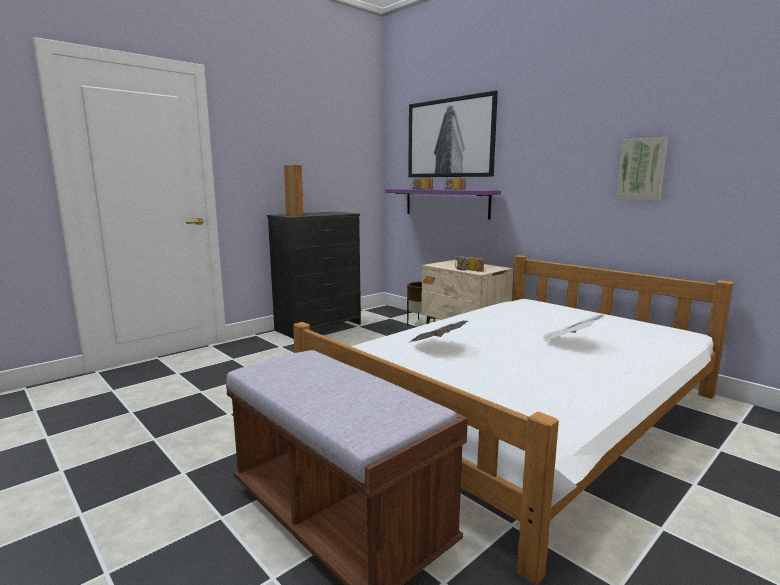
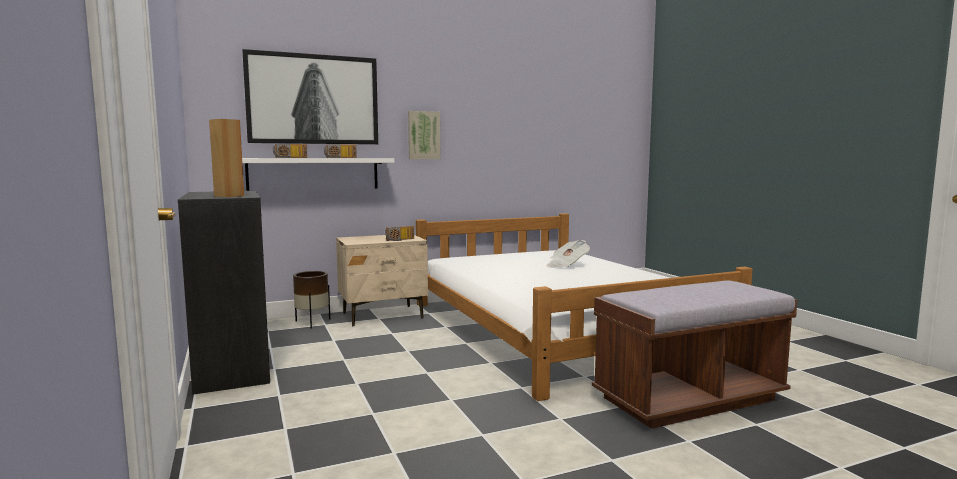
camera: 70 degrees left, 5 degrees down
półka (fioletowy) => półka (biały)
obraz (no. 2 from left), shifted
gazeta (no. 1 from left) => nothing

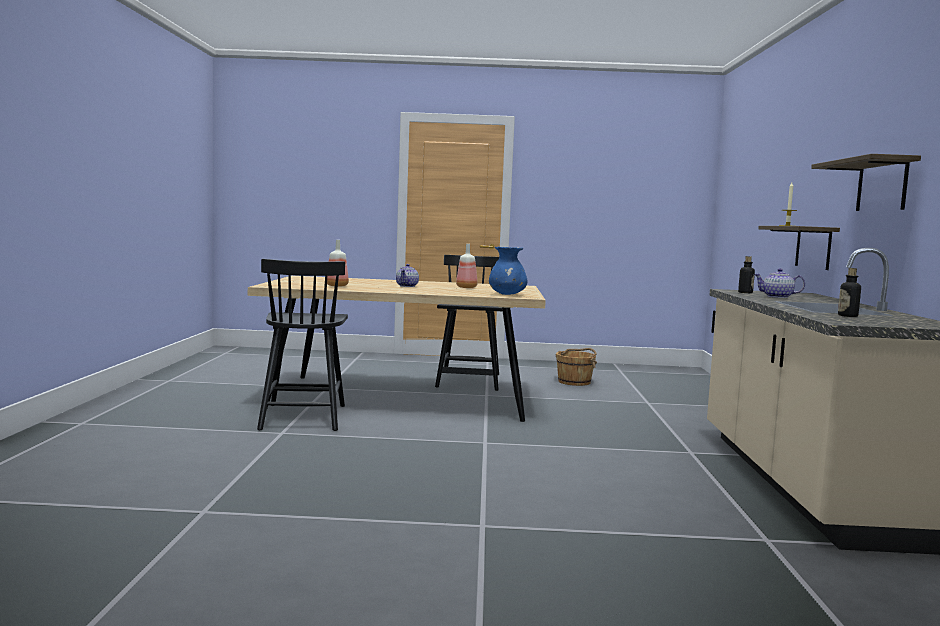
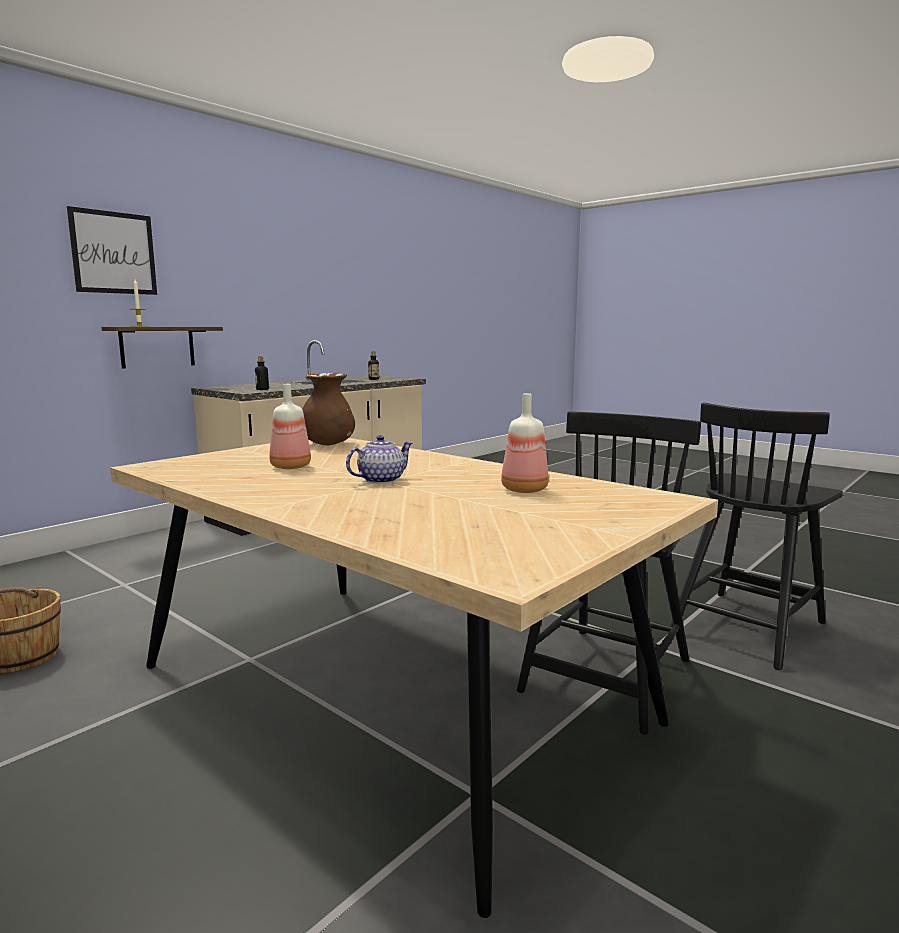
camera: 140 degrees left, 5 degrees up
nothing => obraz
wazon (niebieski) => wazon (brązowy)
krzesło (czarny) (no. 2 from left), shifted
imbryk (no. 2 from left) => nothing
półka (no. 2 from left) => nothing

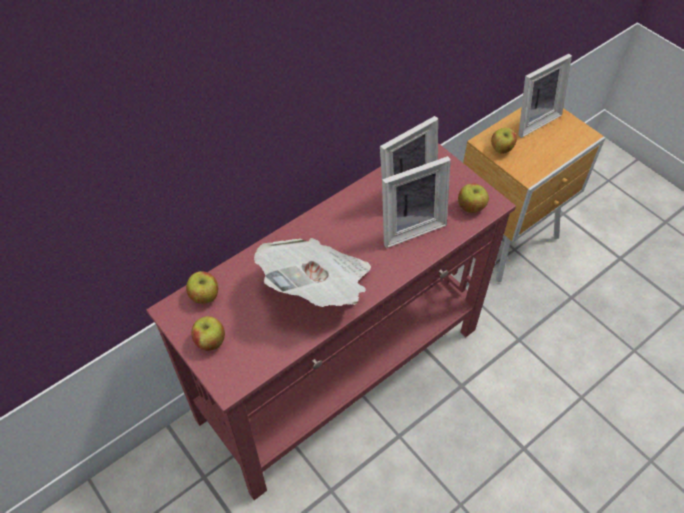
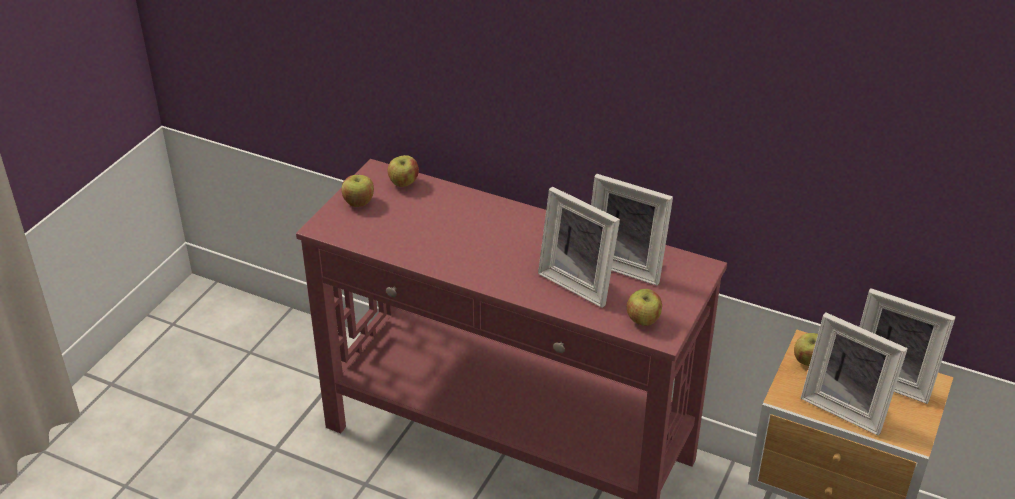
camera: 65 degrees right, 15 degrees down
nothing => ramka na zdjęcie (no. 3 from left)
gazeta => nothing

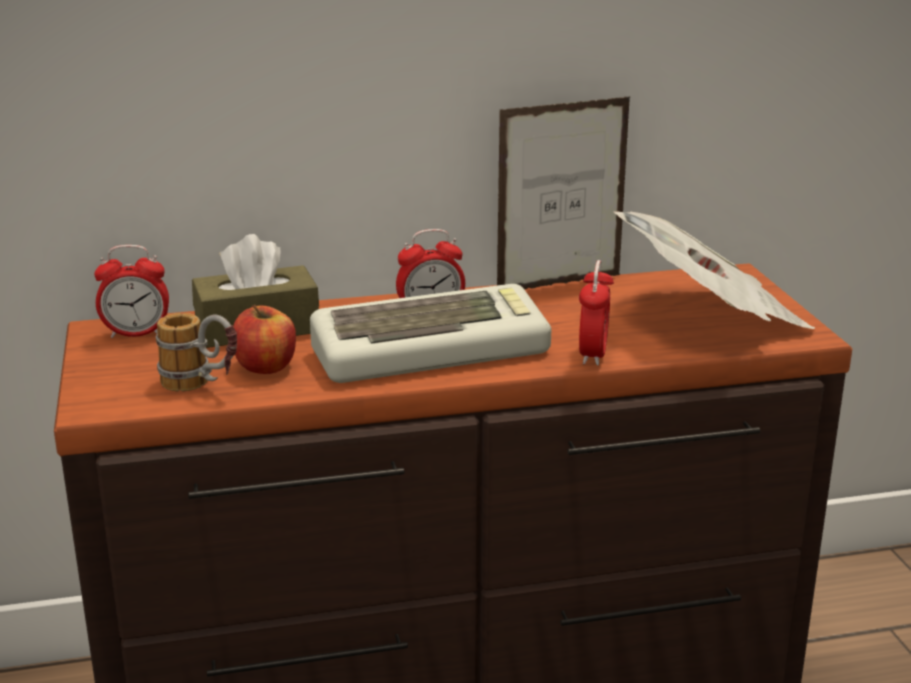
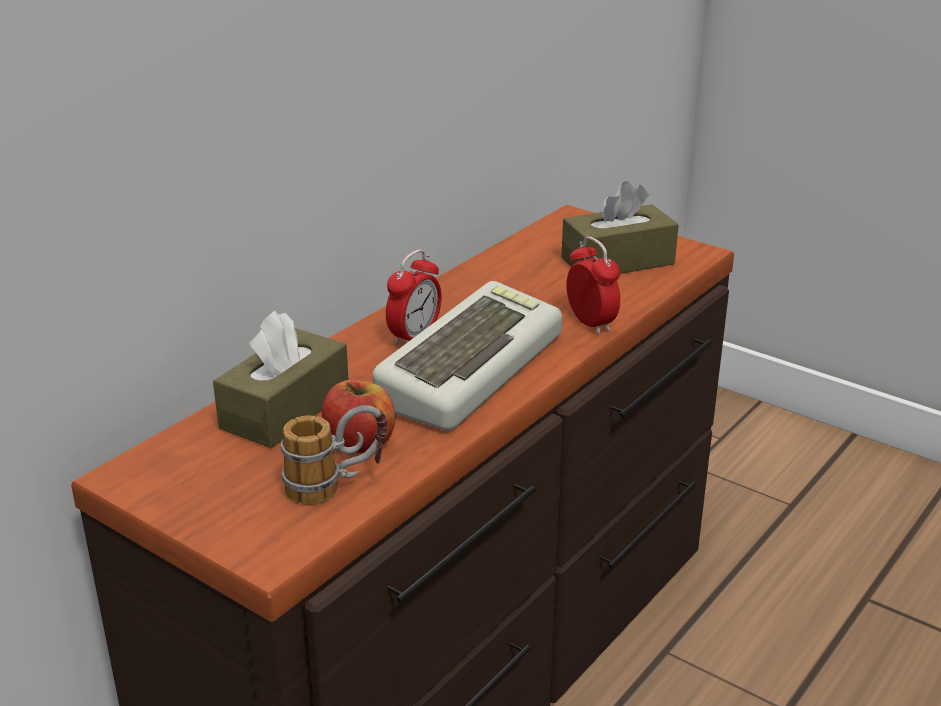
camera: 40 degrees left, 5 degrees up
gazeta => pudełko chusteczek (brązowy) (no. 2 from left)
budzik (no. 1 from left) => nothing
ramka na zdjęcie => nothing

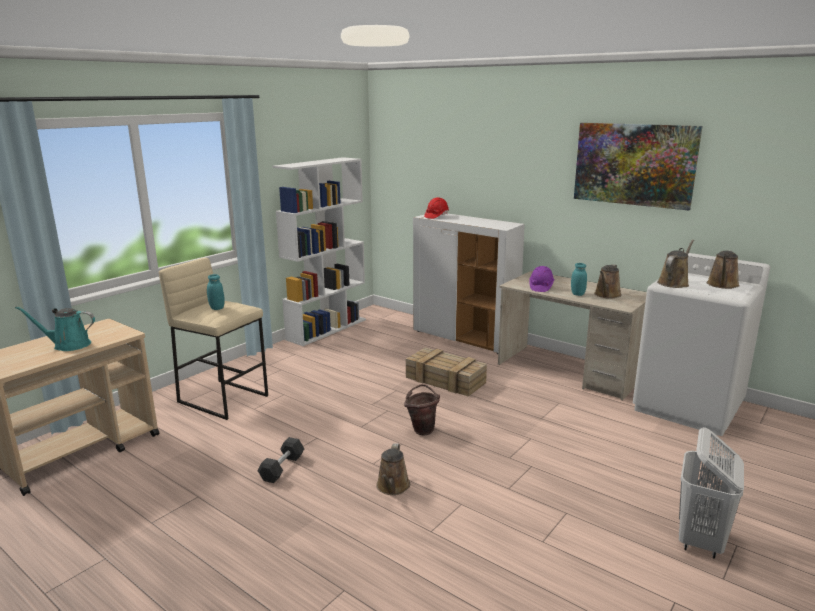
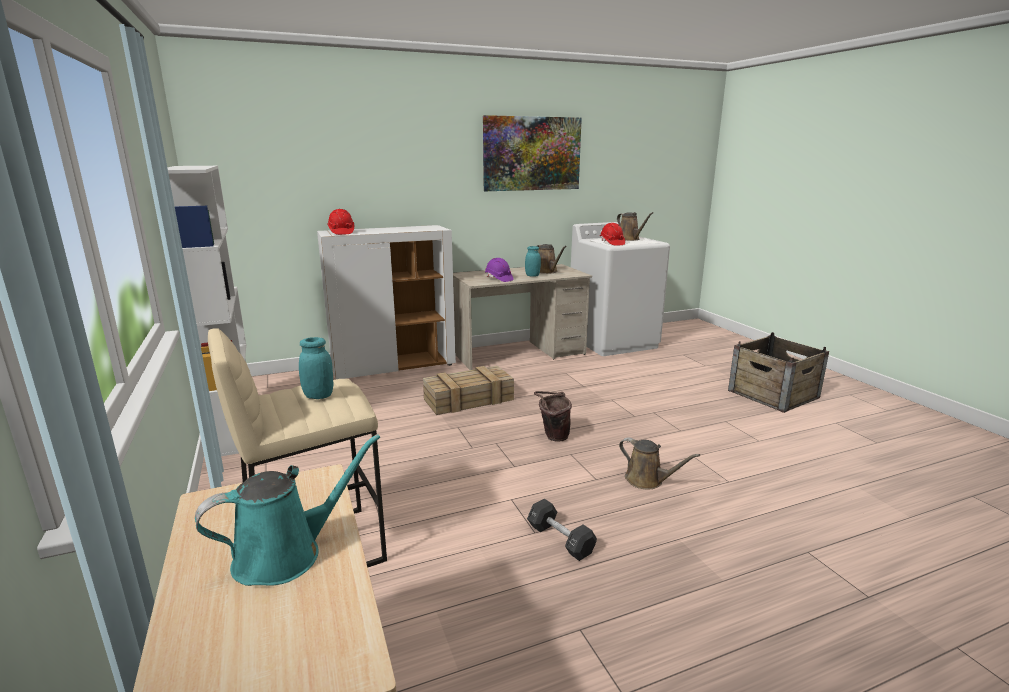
camera: 60 degrees left, 0 degrees up
konewka (turkusowy), 150 degrees counterclockwise
konewka (brązowy) (no. 3 from left) => kask (czerwony) (no. 2 from left)
kosz na pranie (biały) => skrzynka (no. 2 from left)

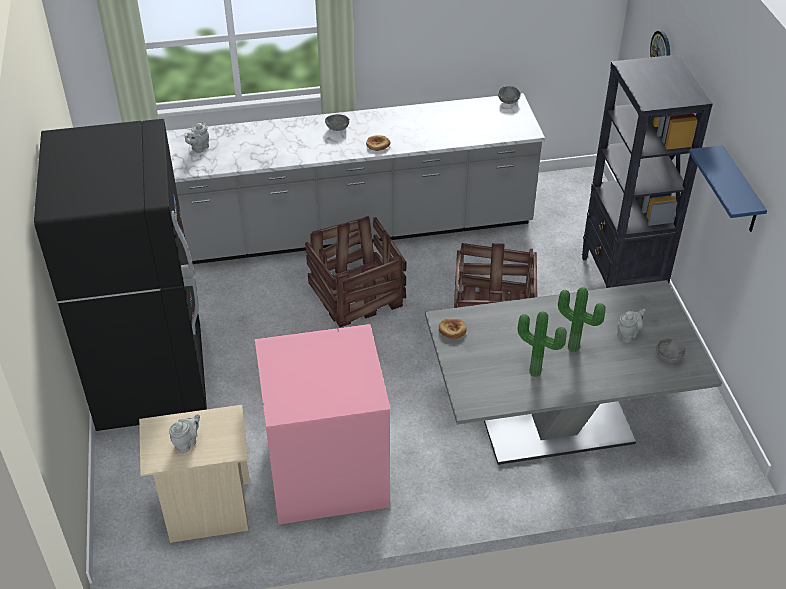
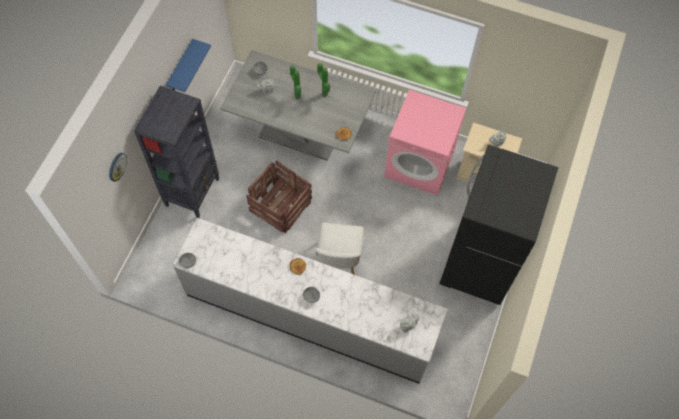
camera: 150 degrees left, 20 degrees up
skrzynka (no. 1 from left) => krzesło (biały)

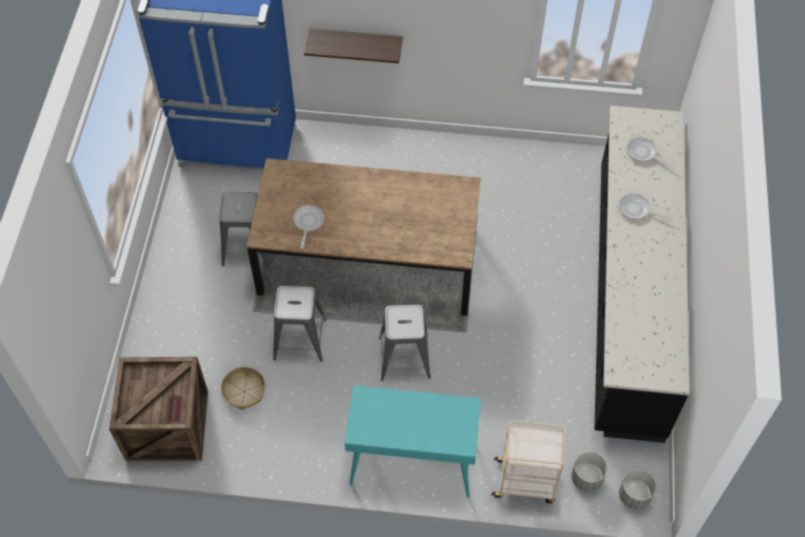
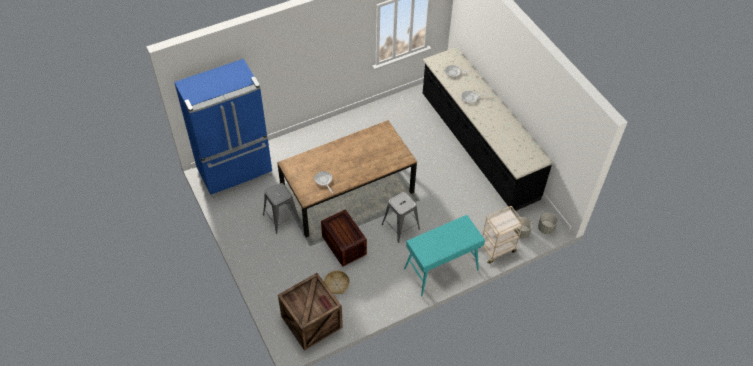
camera: 35 degrees left, 5 degrees down
stołek (szary) (no. 2 from left) => skrzynka (no. 2 from left)
półka => nothing

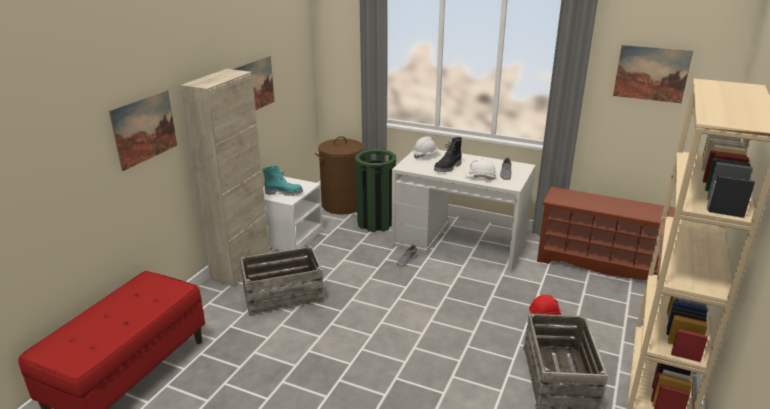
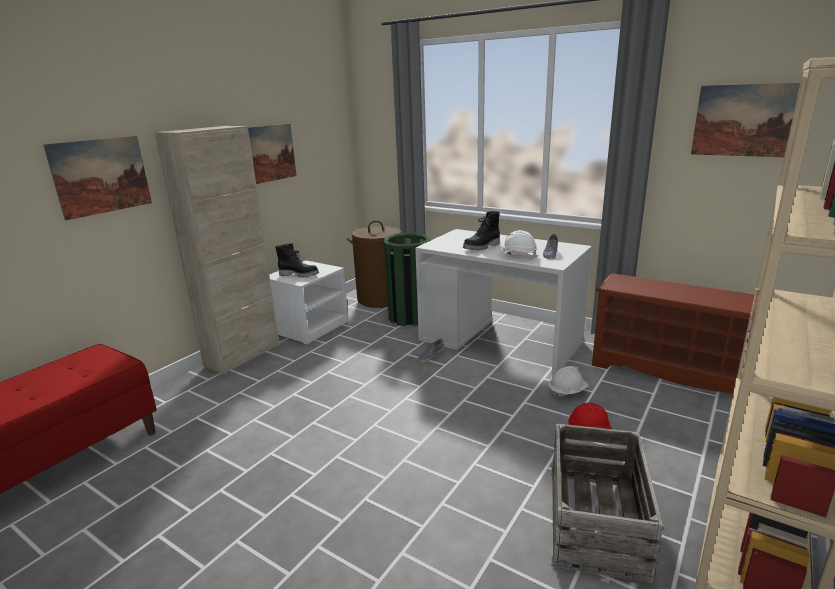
camera: 10 degrees right, 5 degrees down
but z cholewką (turkusowy) => but z cholewką (czarny) (no. 1 from left)
kask (biały) (no. 1 from left in the first image) => kask (biały) (no. 2 from left), shifted
skrzynka (no. 1 from left) => nothing

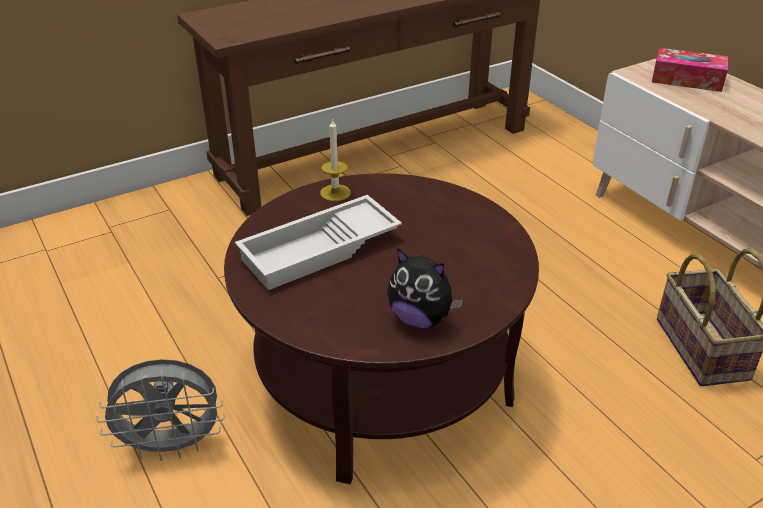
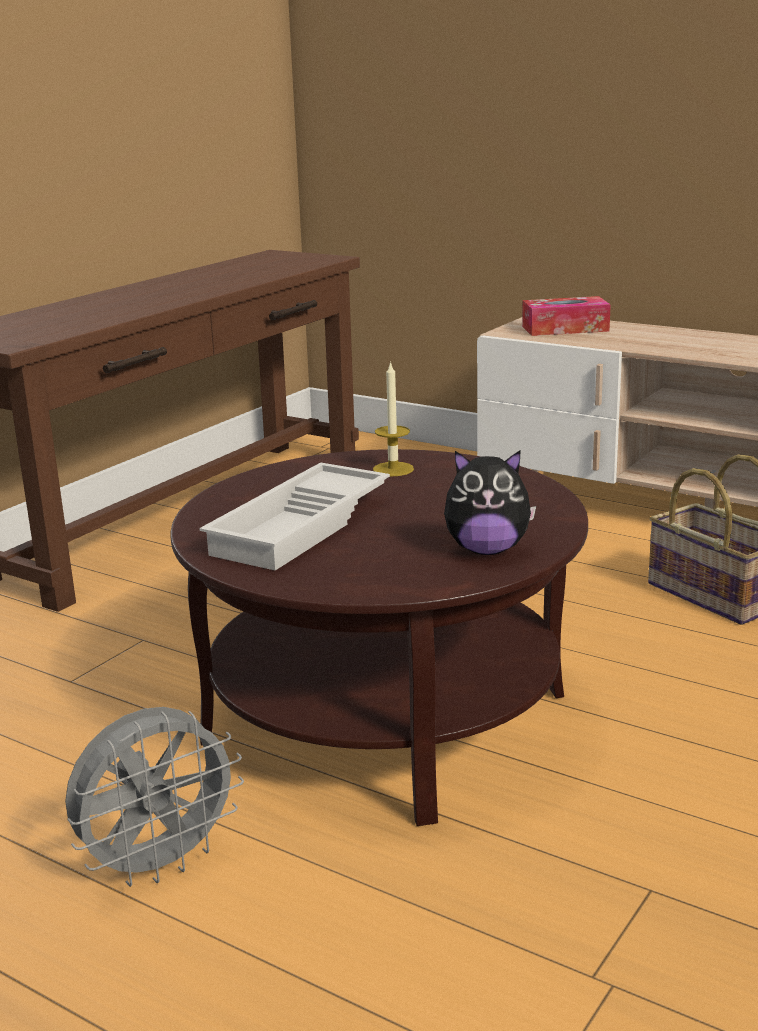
camera: 25 degrees left, 15 degrees down
świeca, shifted

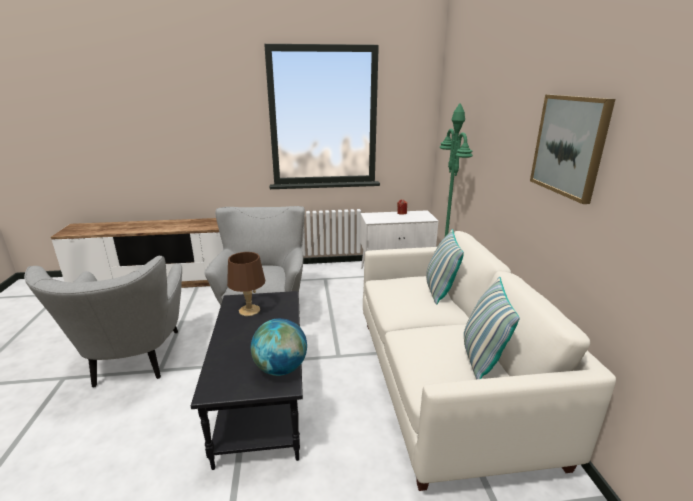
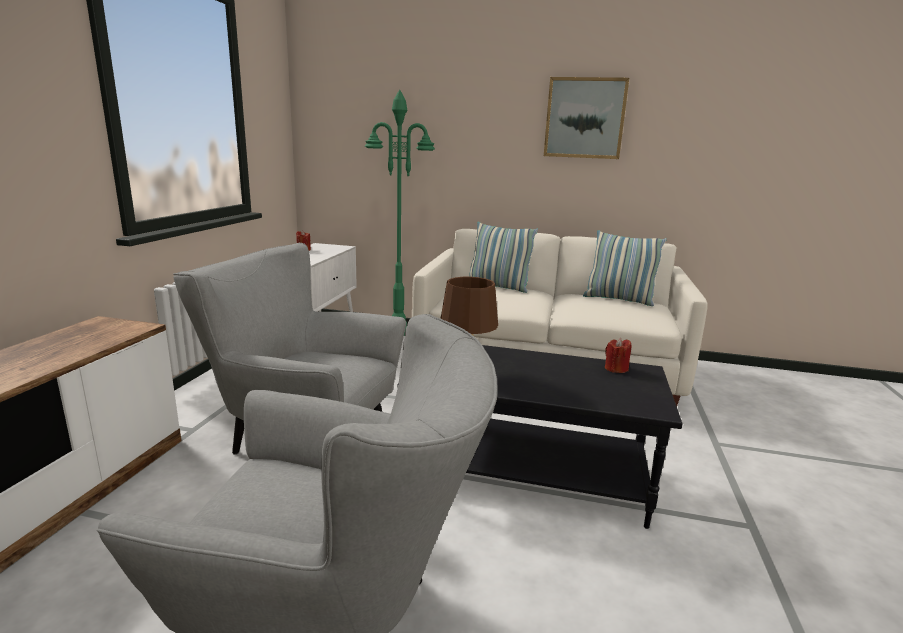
camera: 70 degrees left, 5 degrees down
globus => świeca (czerwony) (no. 2 from left)

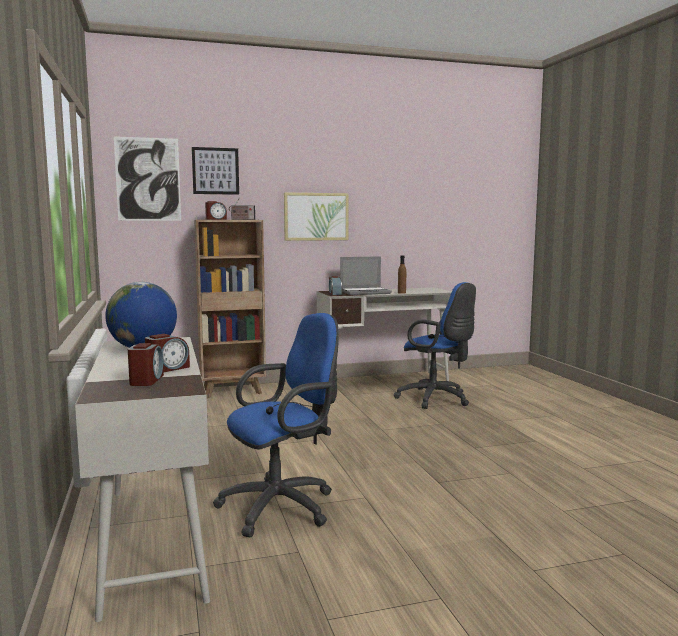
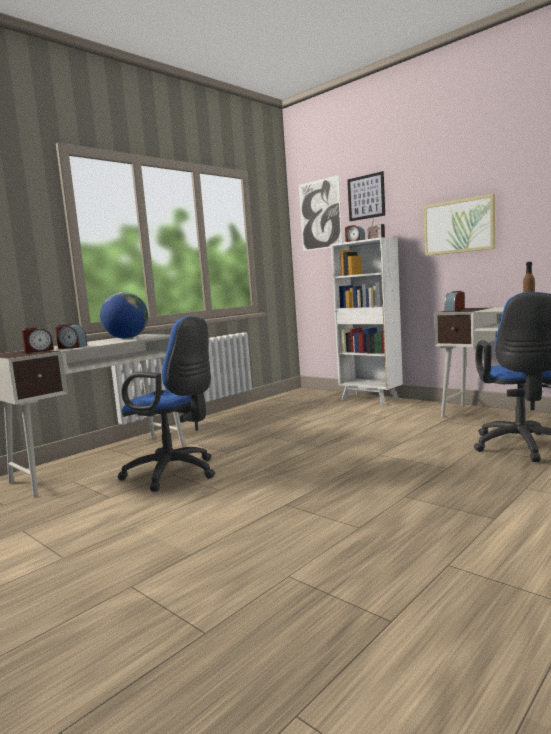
camera: 60 degrees right, 0 degrees up
regał (brązowy) => regał (biały)
laptop => nothing

